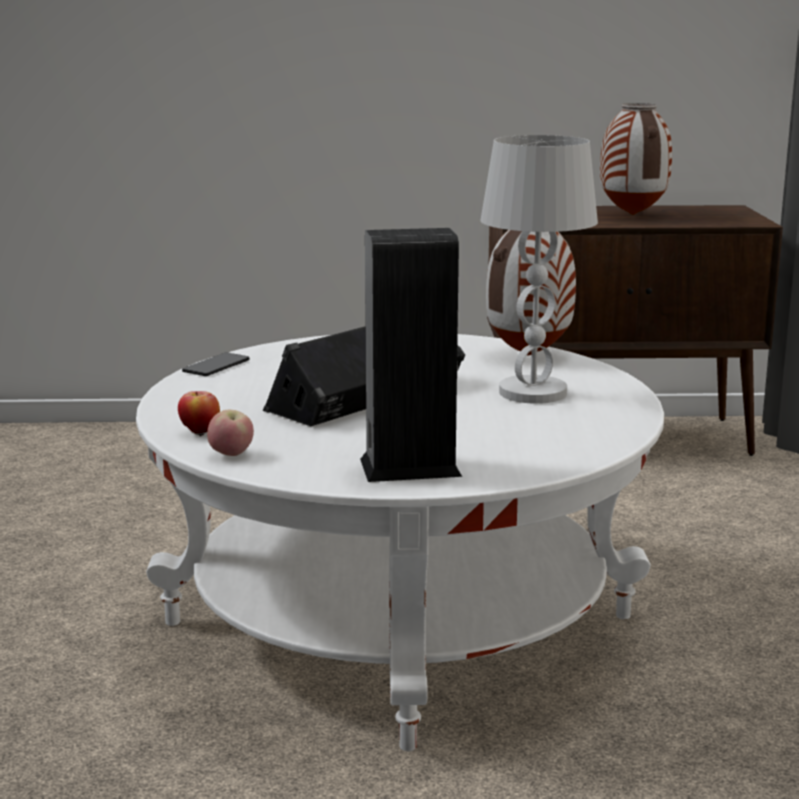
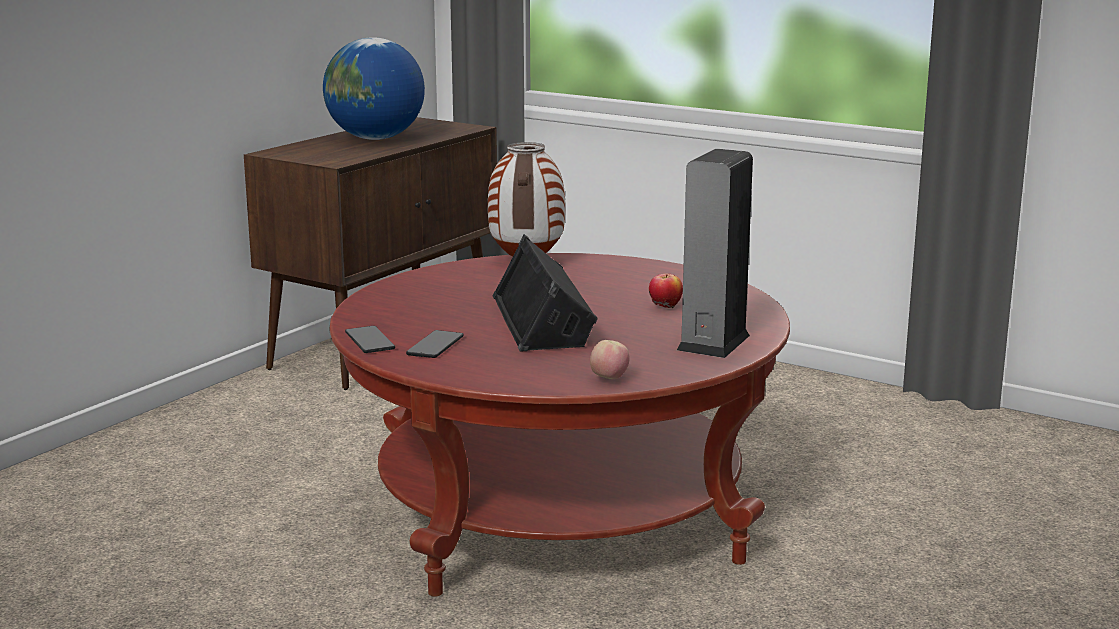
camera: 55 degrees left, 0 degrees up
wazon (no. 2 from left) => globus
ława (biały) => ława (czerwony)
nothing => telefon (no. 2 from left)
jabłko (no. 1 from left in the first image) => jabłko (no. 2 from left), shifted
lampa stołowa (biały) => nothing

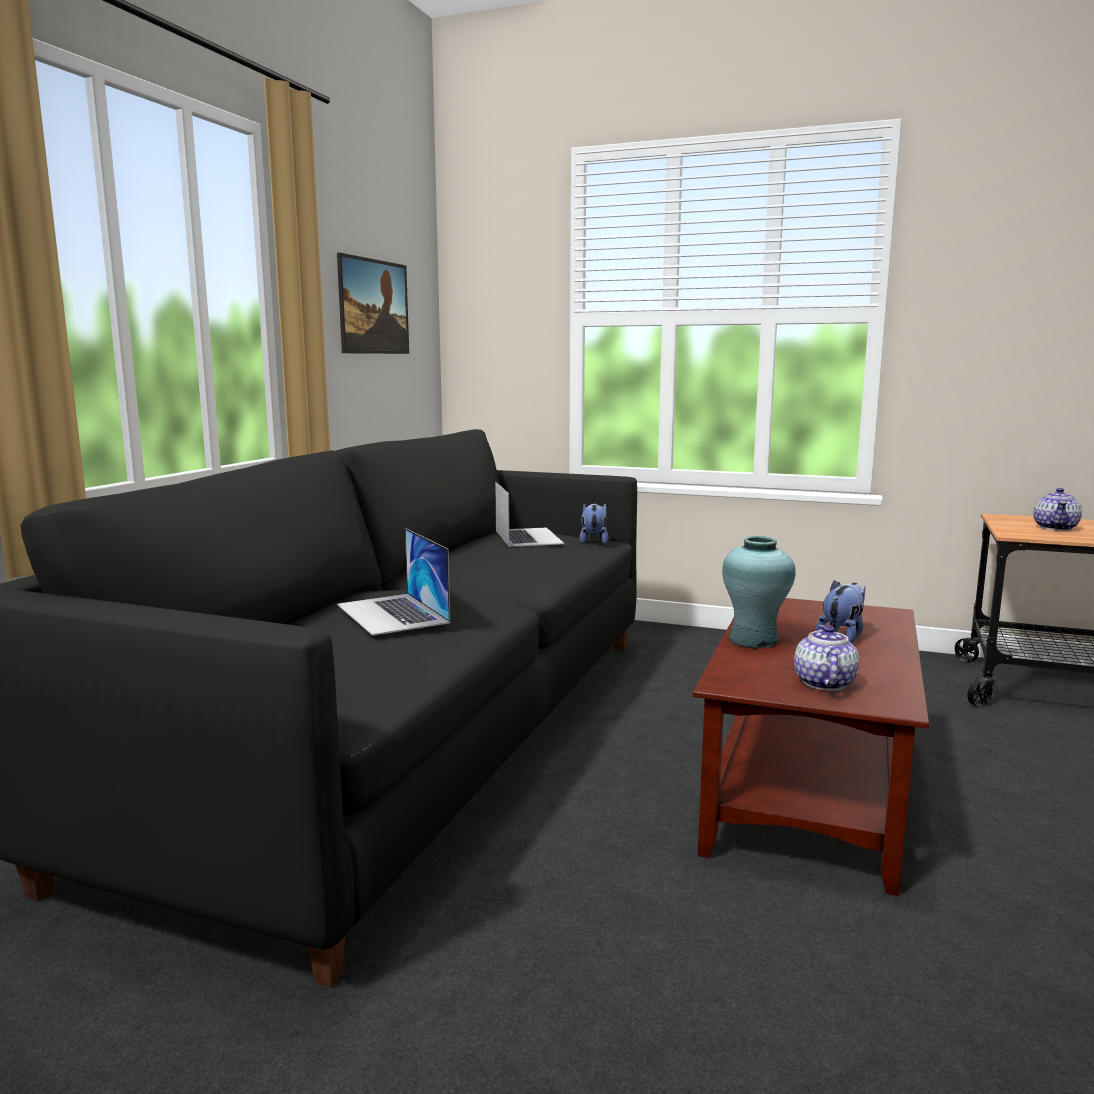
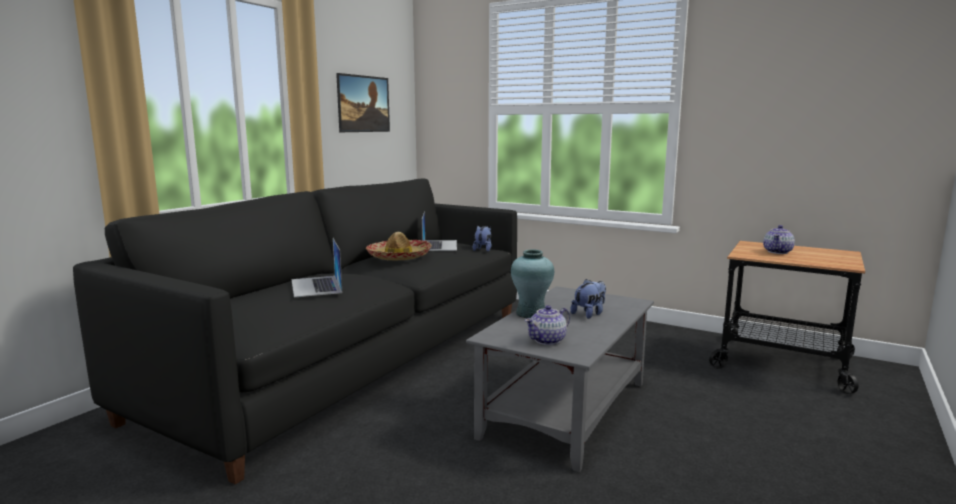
camera: 10 degrees right, 0 degrees up
nothing => kapelusz
ława (brązowy) => ława (szary)
imbryk (no. 1 from left), 150 degrees counterclockwise

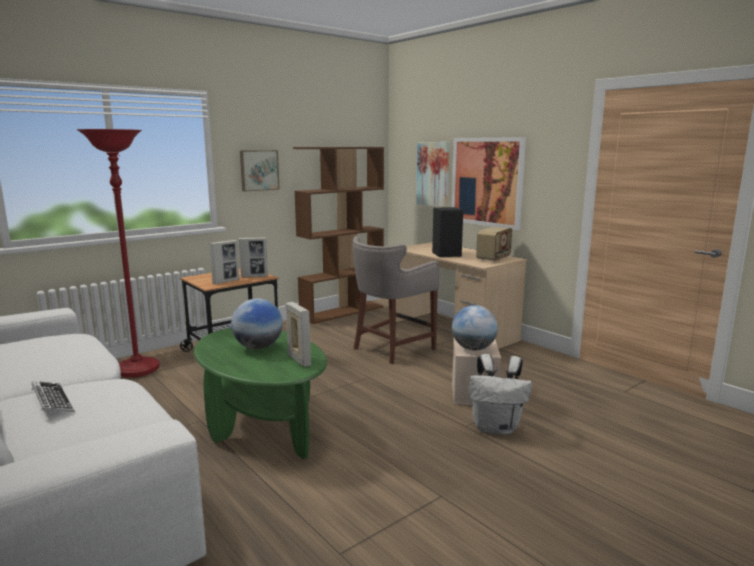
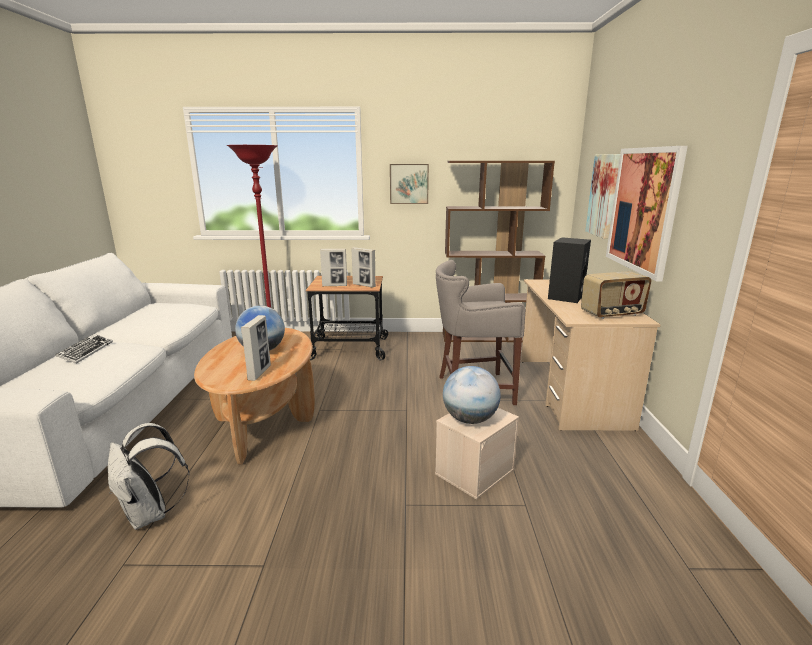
camera: 40 degrees right, 5 degrees up
plecak (biały), shifted
ława (zielony) => ława (brązowy)

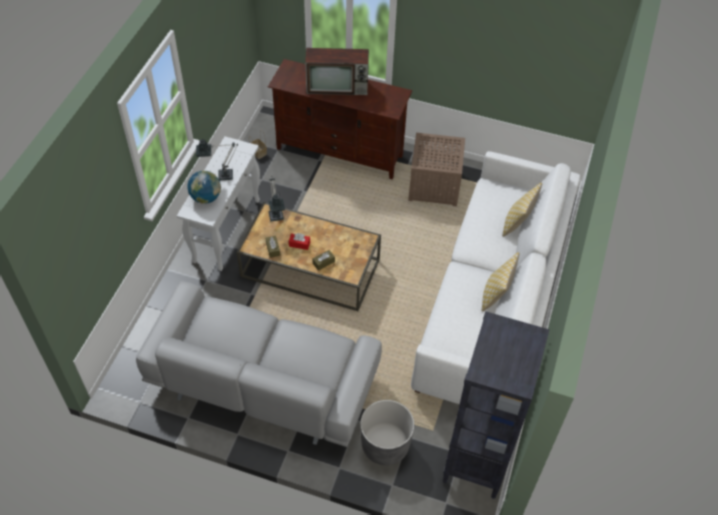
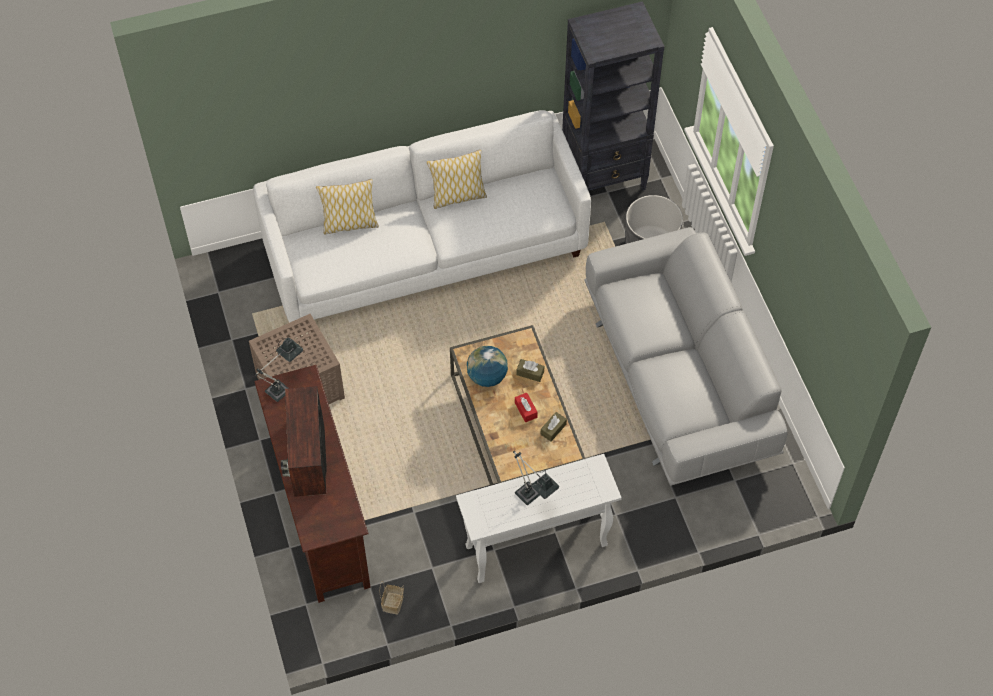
camera: 125 degrees left, 5 degrees up
lampa stołowa (no. 2 from left in the first image) => lampa stołowa (no. 1 from left), shifted
telewizor, 150 degrees counterclockwise
globus, shifted

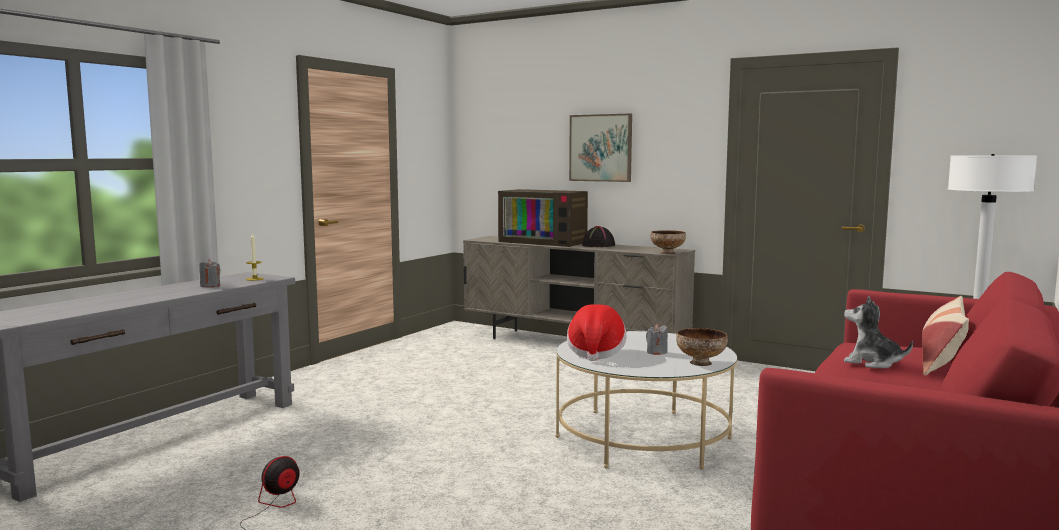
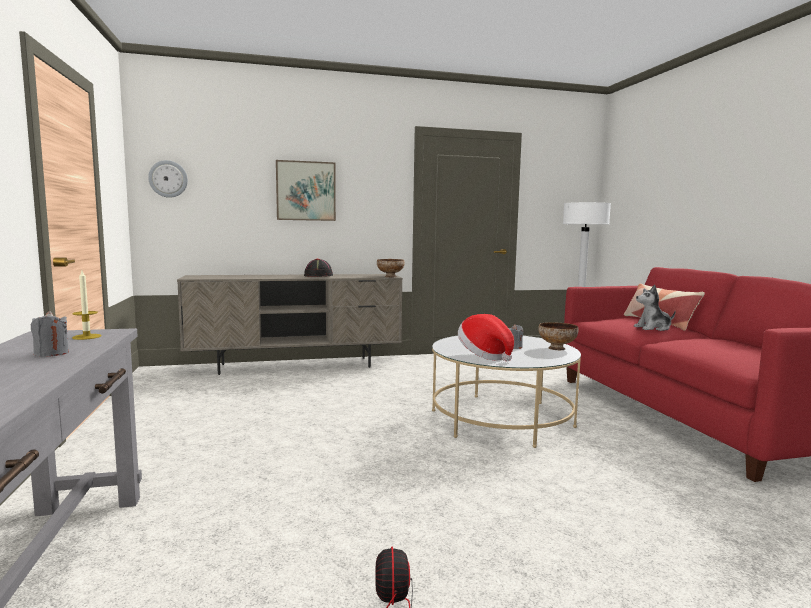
camera: 45 degrees left, 0 degrees up
nothing => zegar ścienny
telewizor => nothing

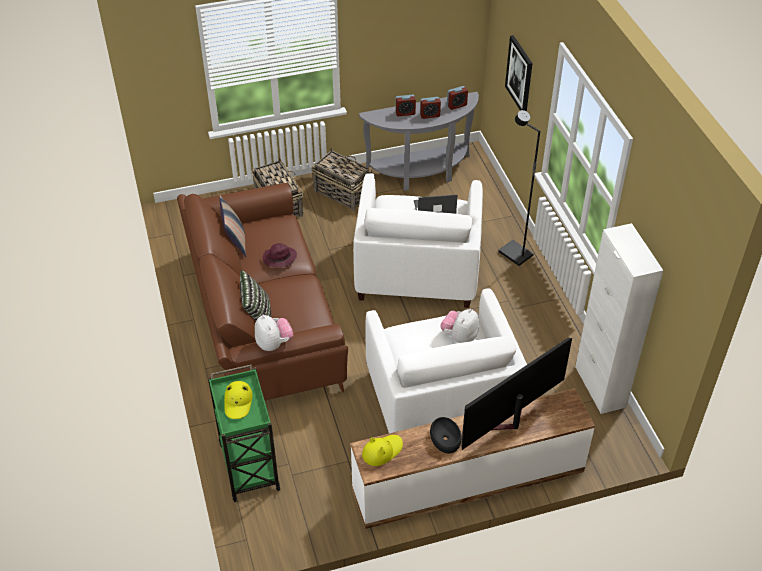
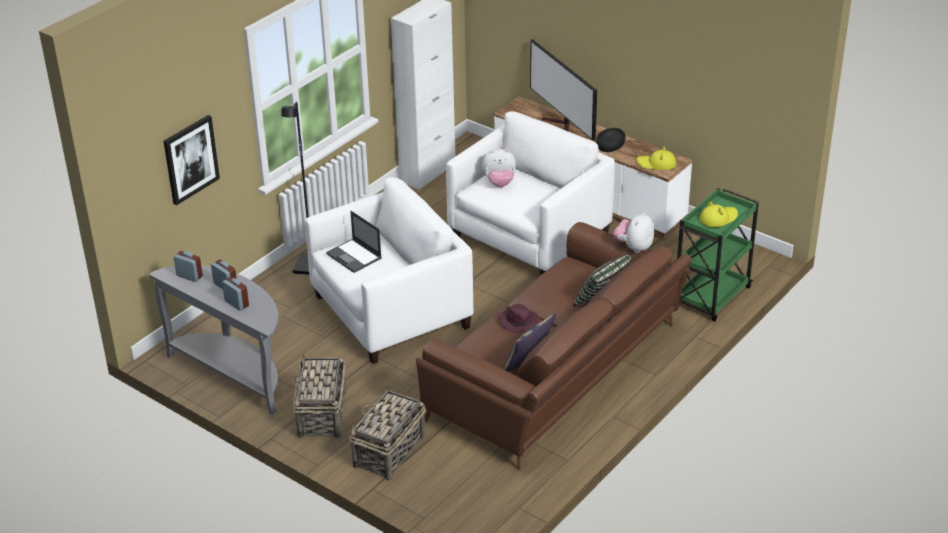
camera: 125 degrees left, 10 degrees down
telewizor, 45 degrees clockwise

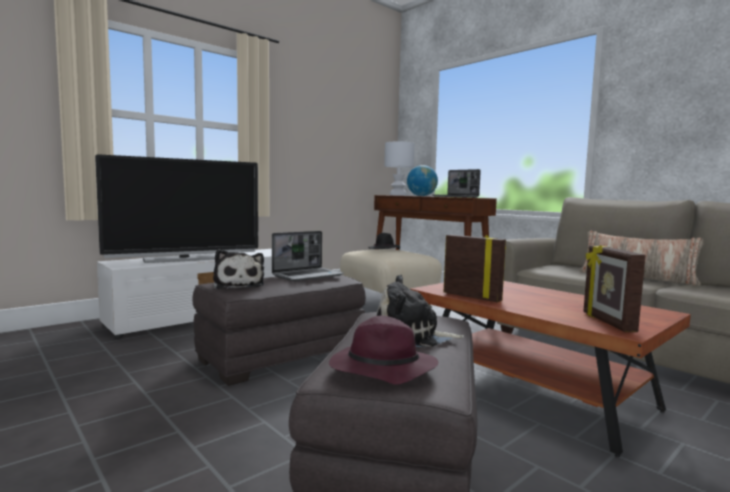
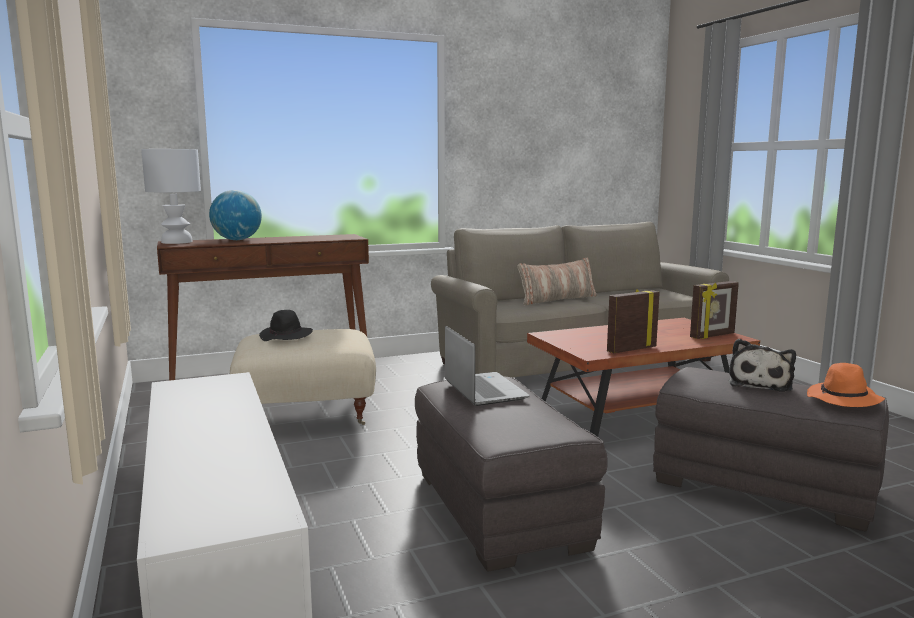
camera: 70 degrees left, 5 degrees up
ramka na zdjęcie (no. 2 from left), 45 degrees counterclockwise
kapelusz (fioletowy) => kapelusz (pomarańczowy)
telewizor => nothing
pluszak (no. 1 from left) => nothing
laptop (no. 2 from left) => nothing

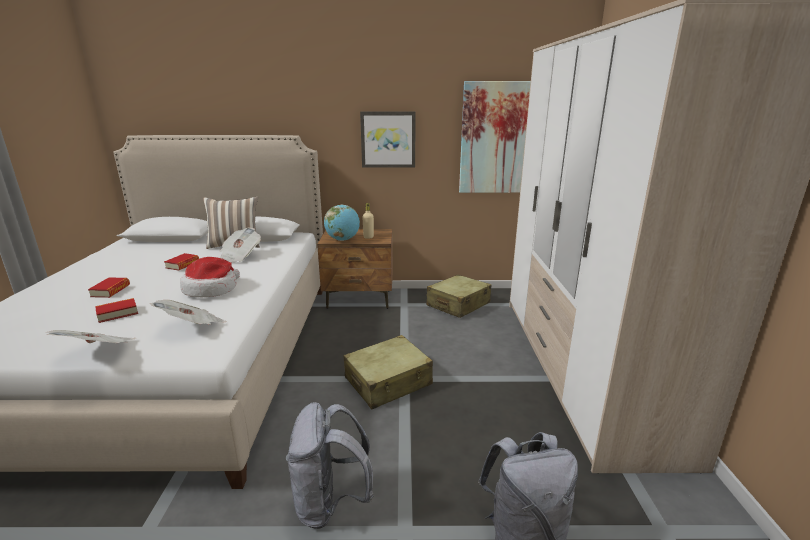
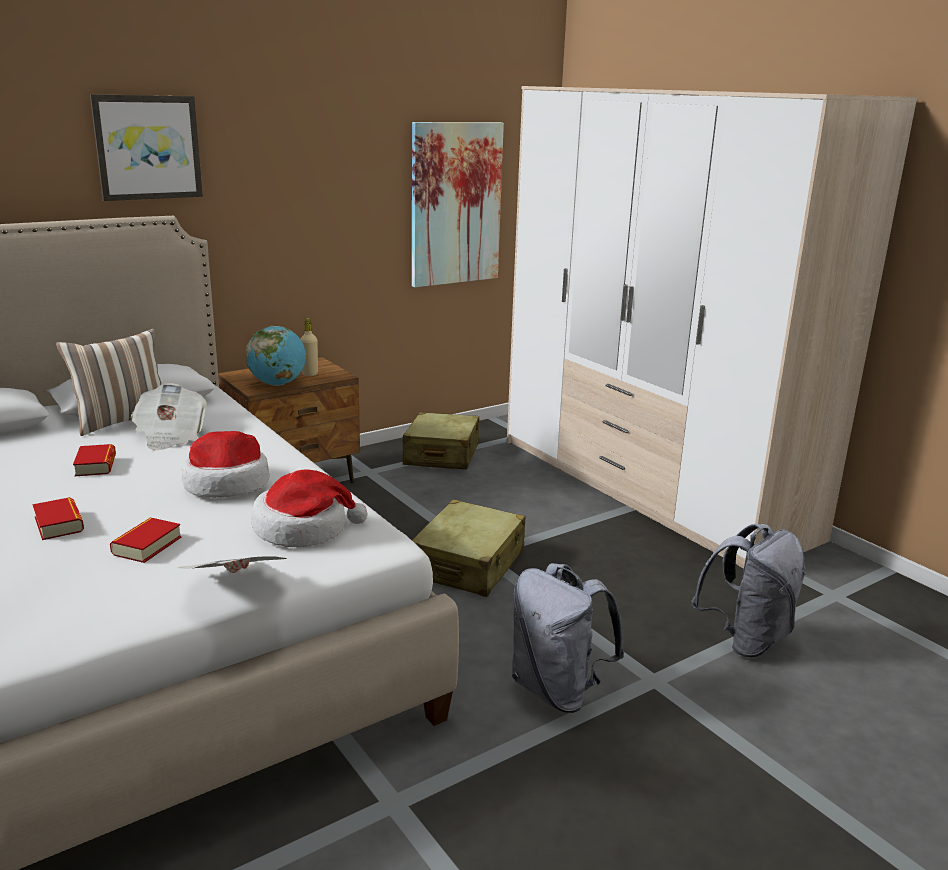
camera: 35 degrees left, 0 degrees up
obraz (no. 1 from left), shifted
gazeta (no. 2 from left) => kapelusz (no. 2 from left)

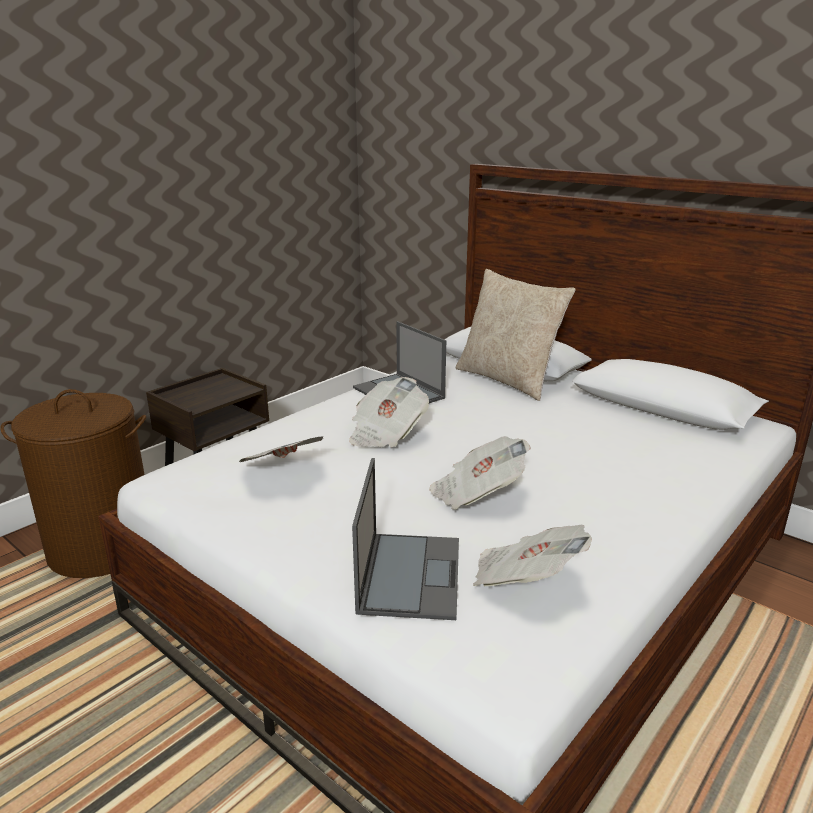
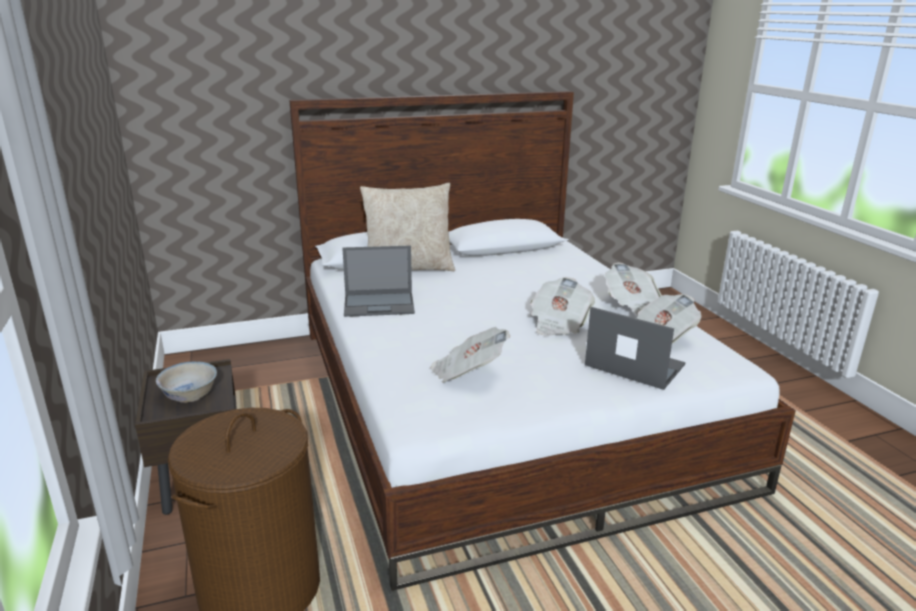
camera: 60 degrees left, 0 degrees up
nothing => miska (biały)
gazeta (no. 2 from left in the first image) => gazeta (no. 3 from left), shifted

